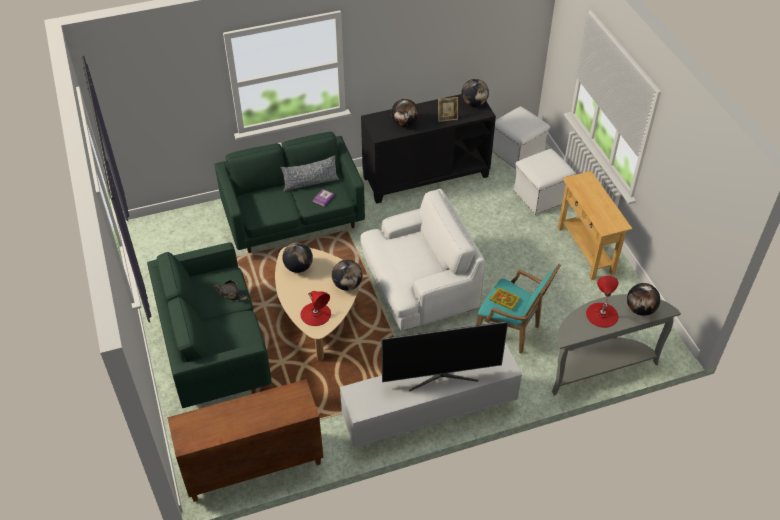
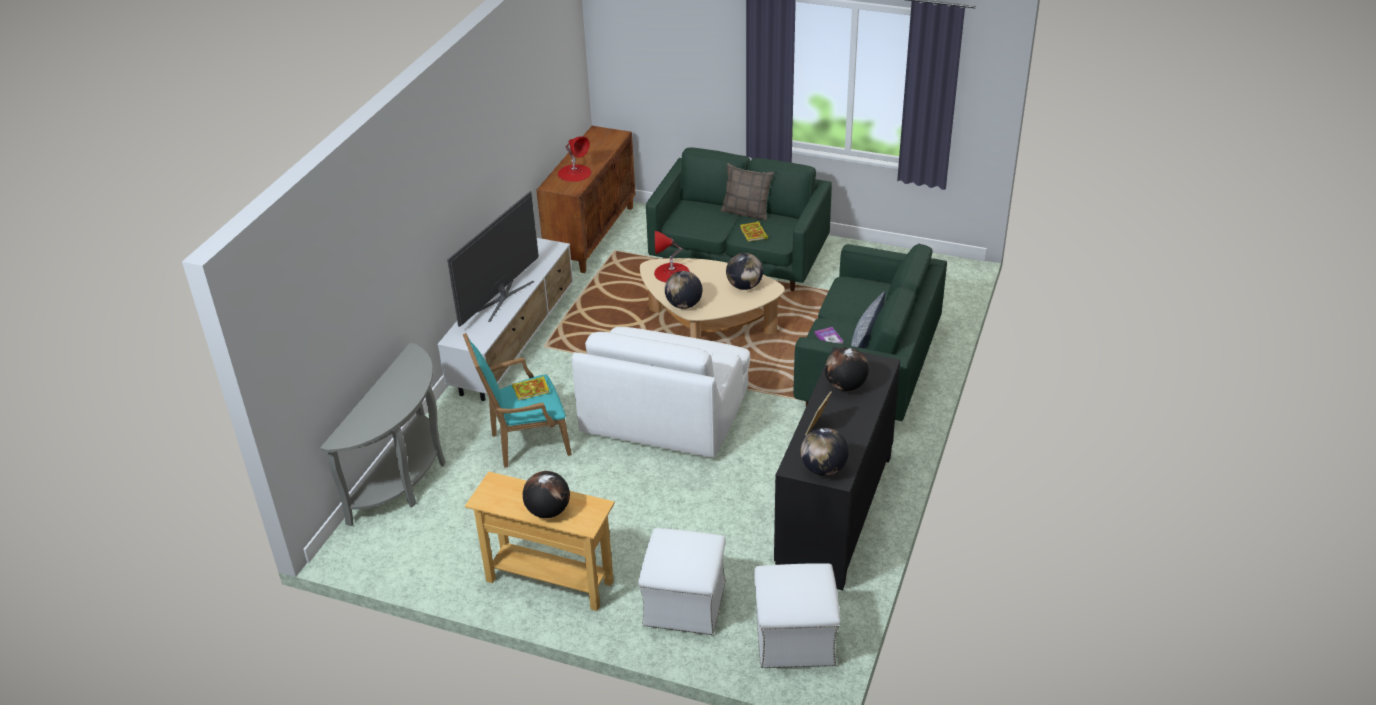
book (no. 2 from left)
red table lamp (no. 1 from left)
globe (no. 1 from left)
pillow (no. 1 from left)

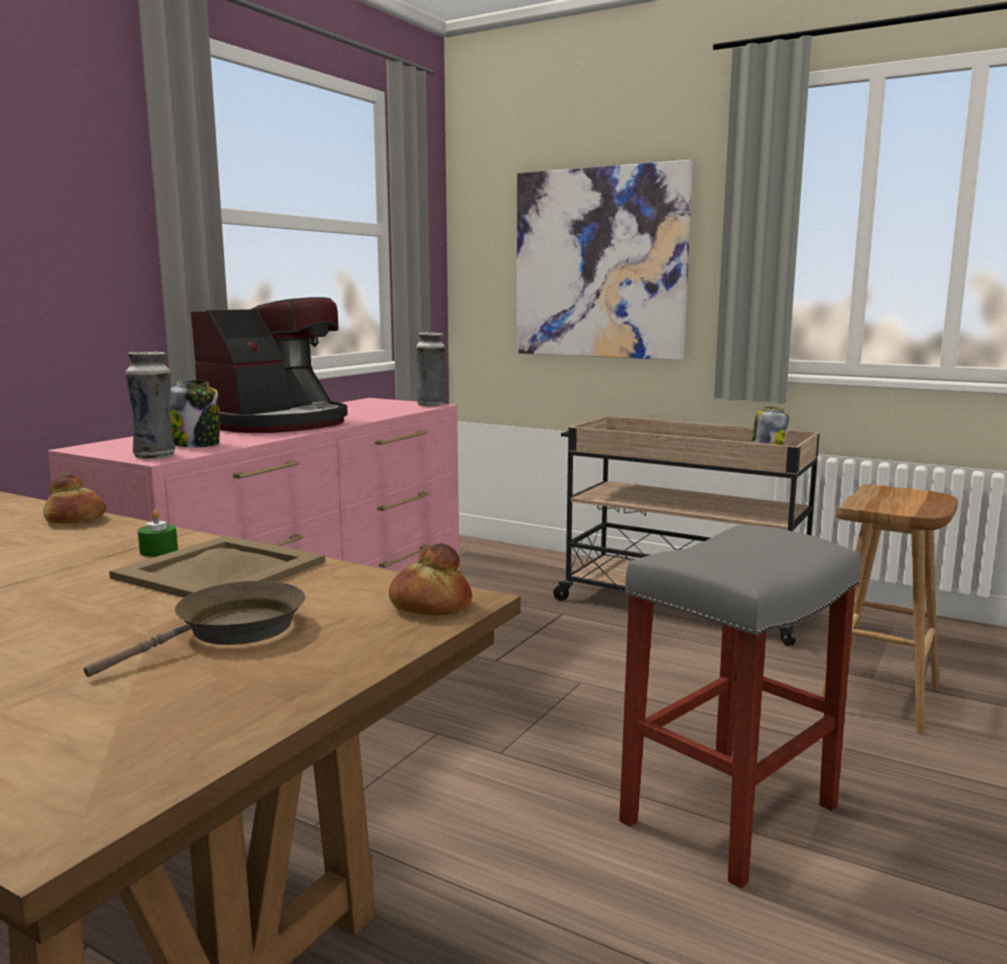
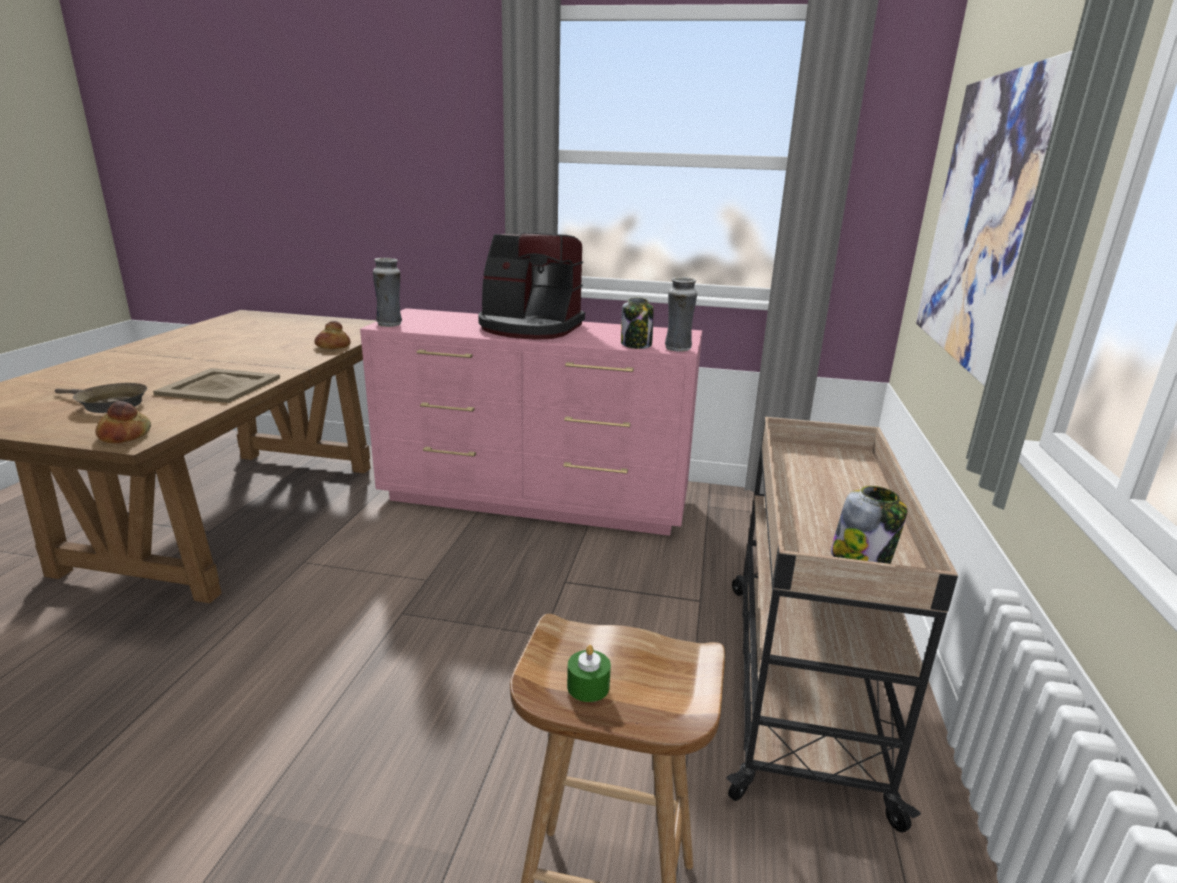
green candle
jar (no. 1 from left)
grey stool

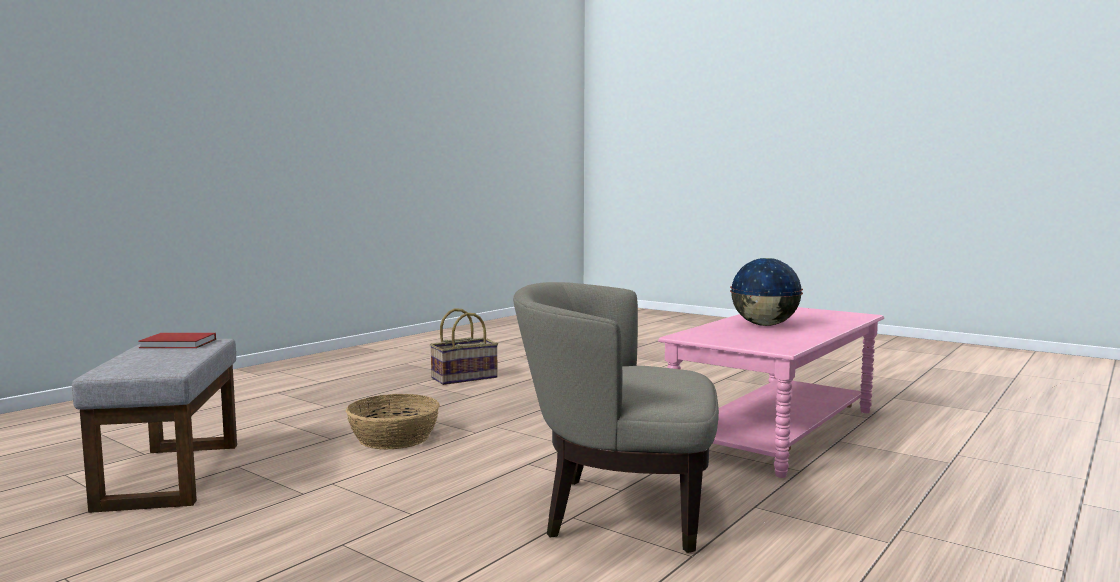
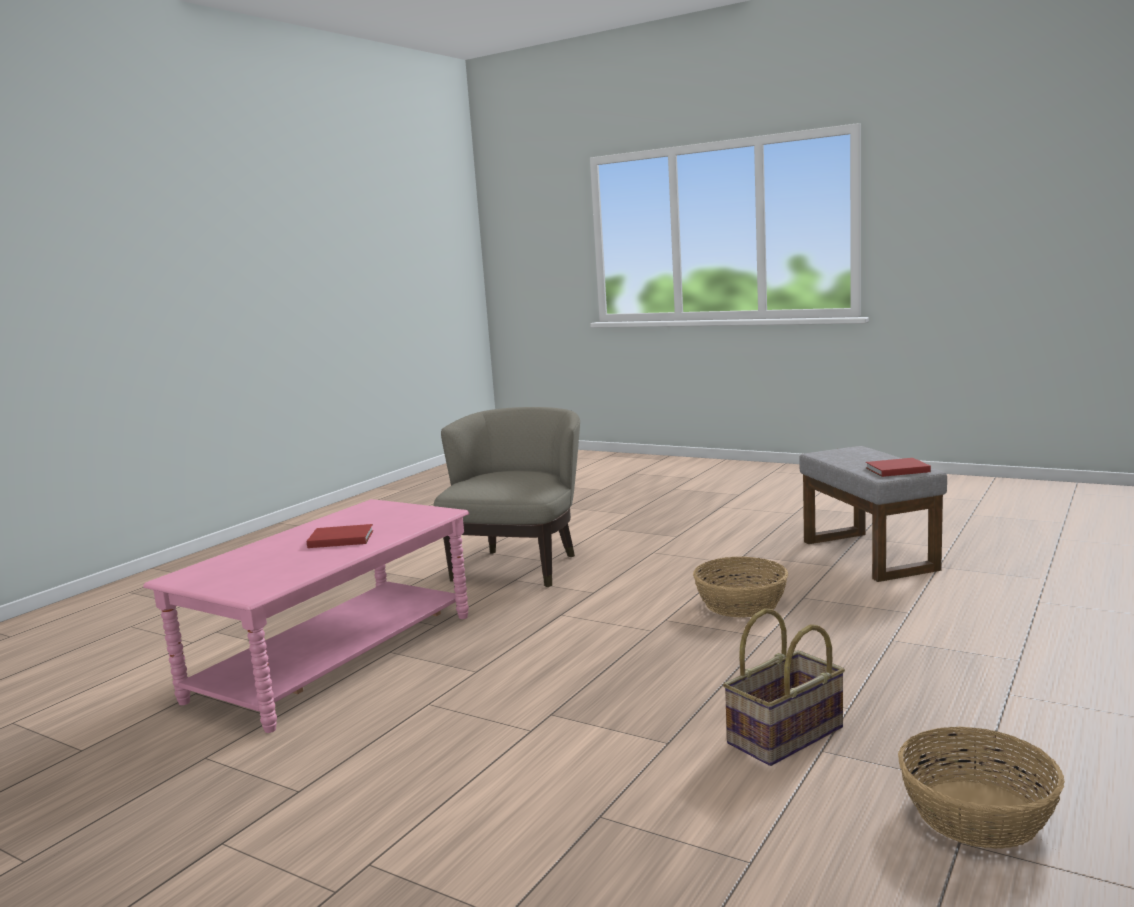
beige armchair
red book (no. 1 from left)
basket (no. 3 from left)

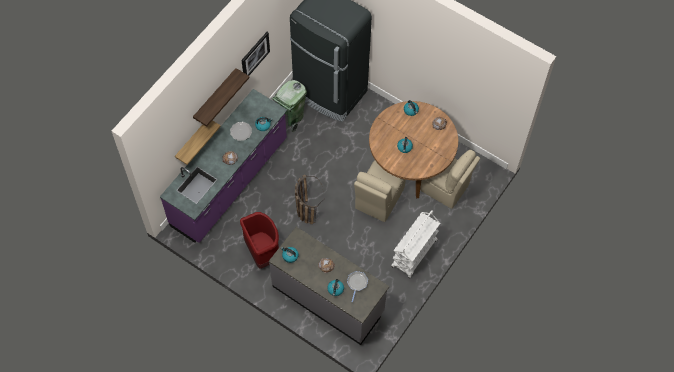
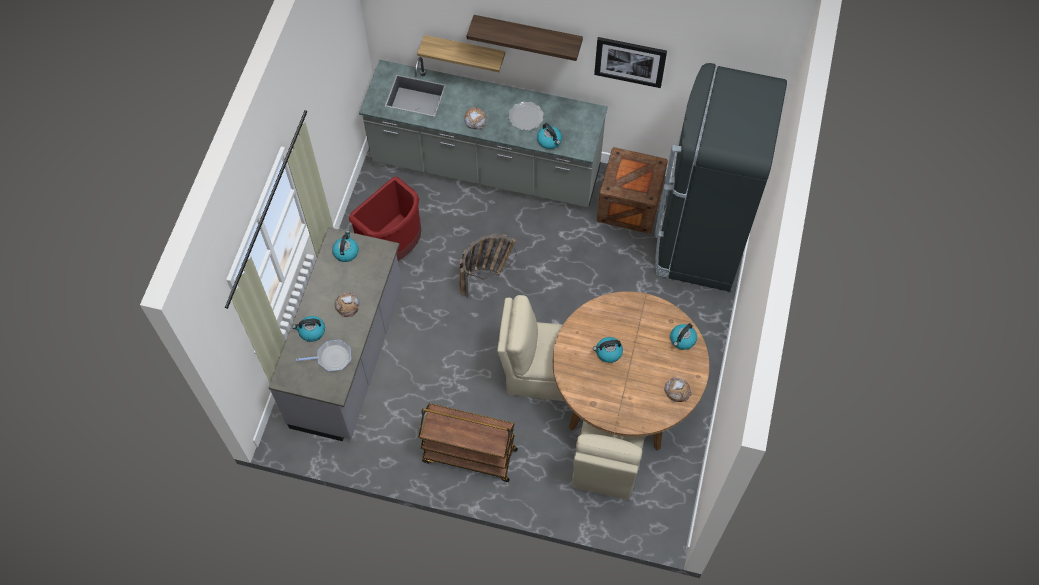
grey counter (no. 2 from left)
crate
brown cart

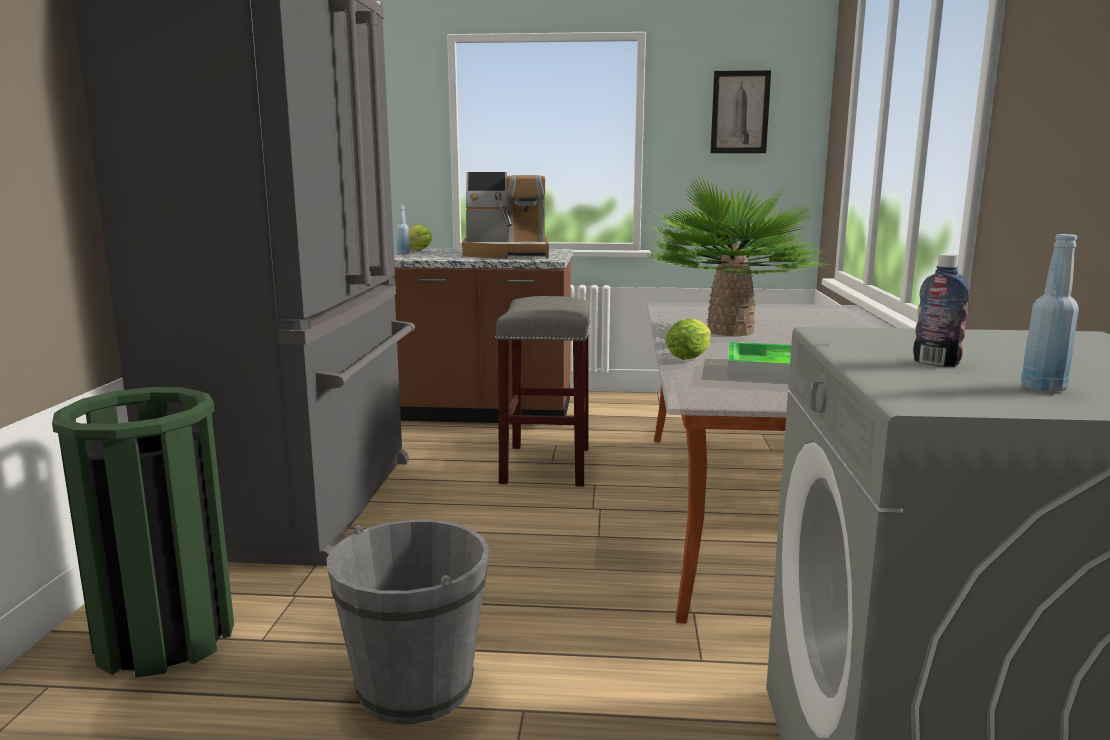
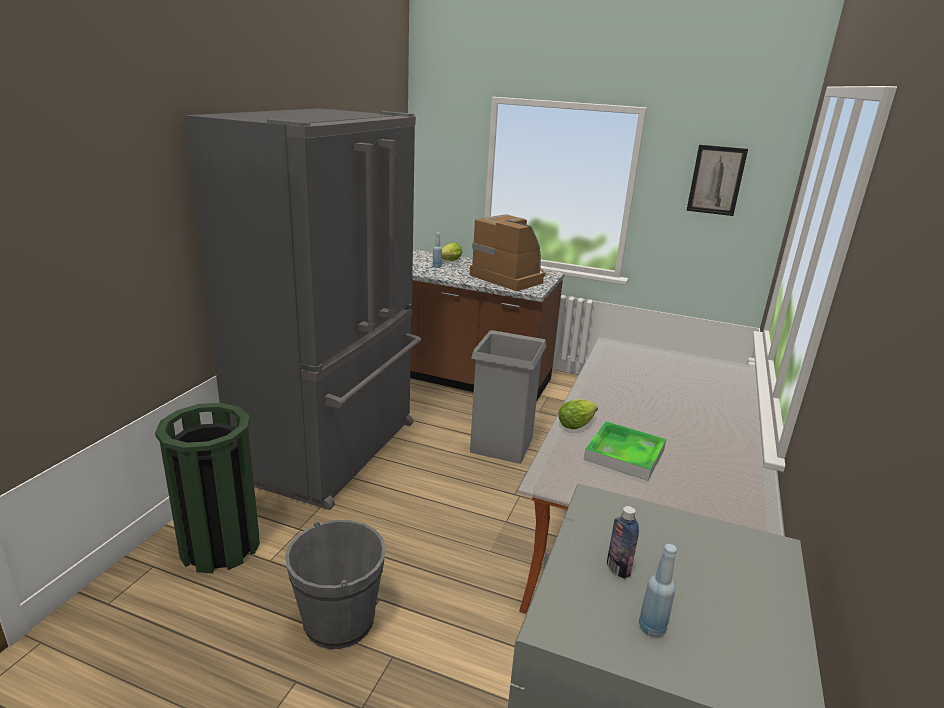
coffee machine
grey trash can
potted plant

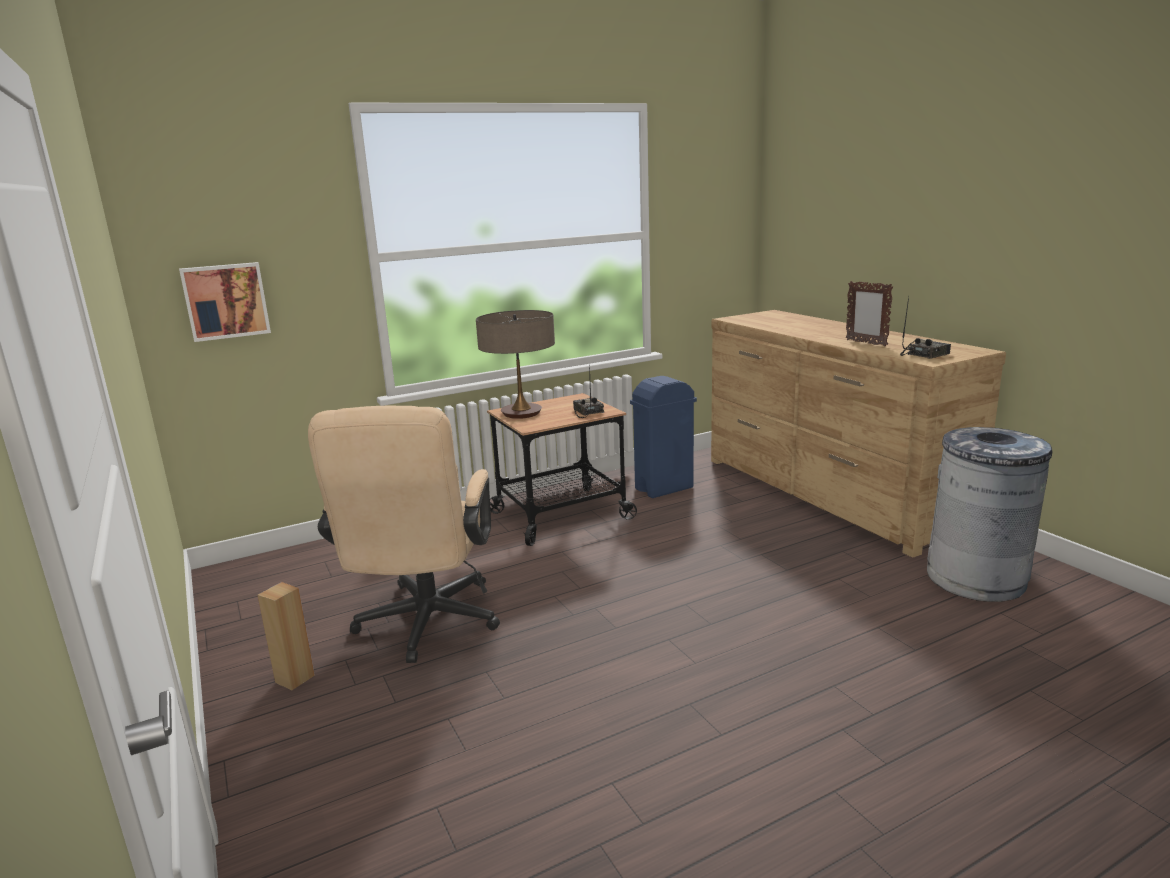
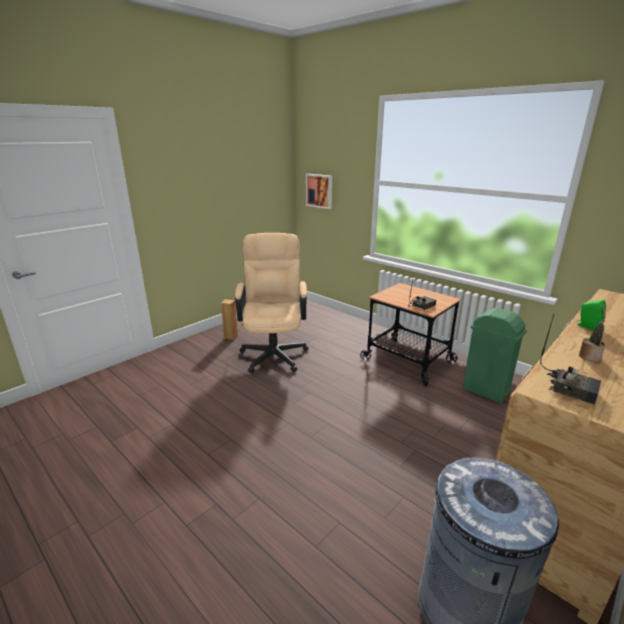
beige office chair
table lamp
green trash can
potted plant
green speaker

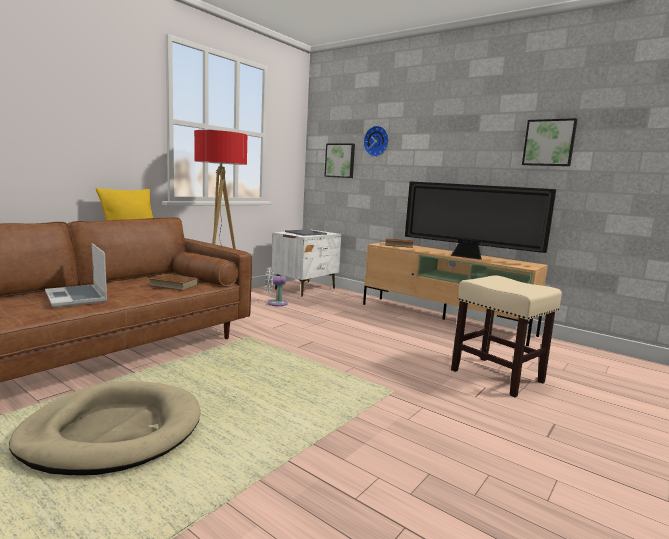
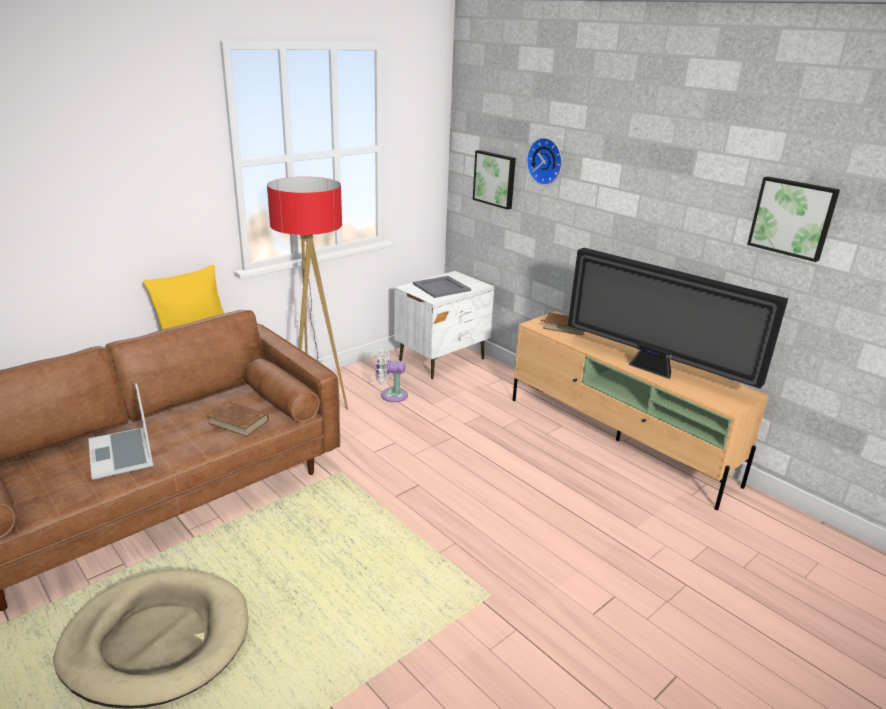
beige stool

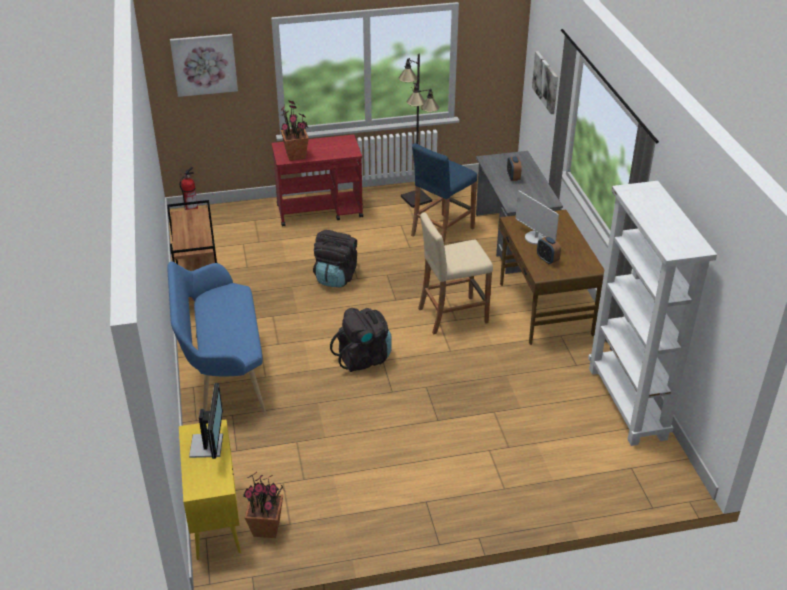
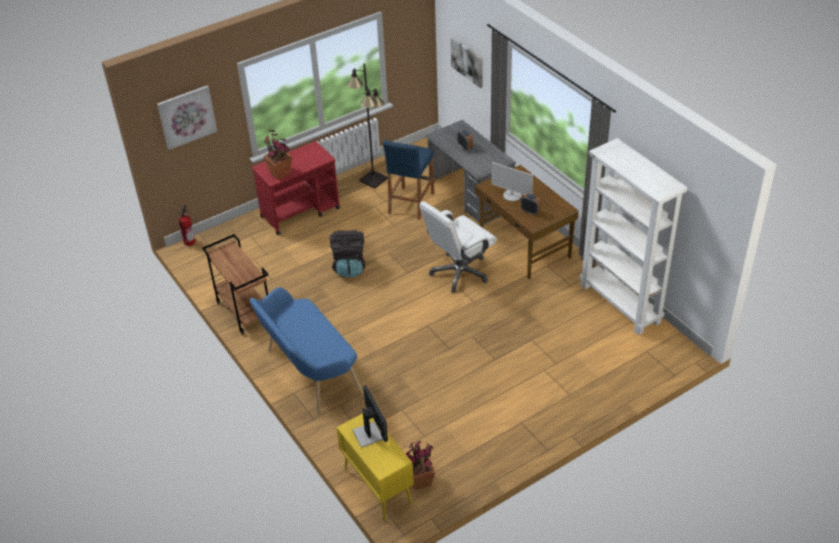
black backpack (no. 2 from left in the first image)
white office chair

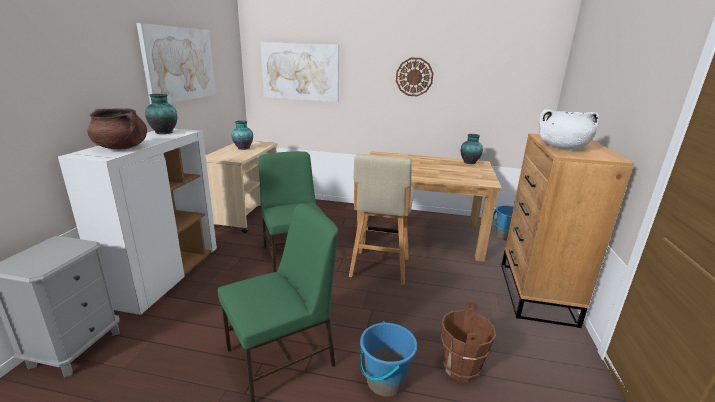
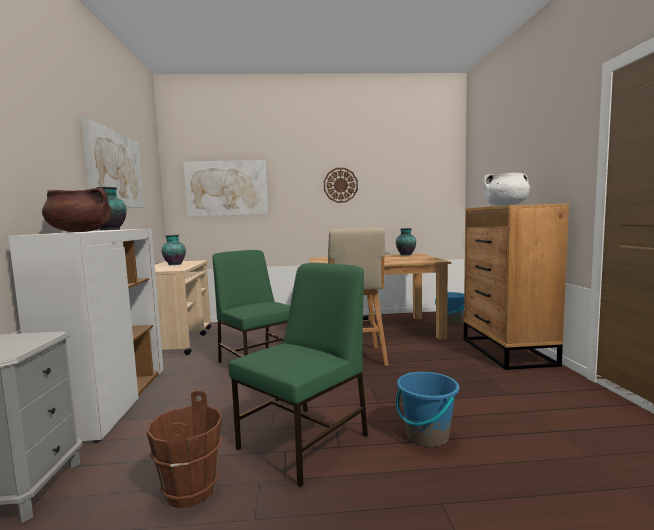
brown bucket

